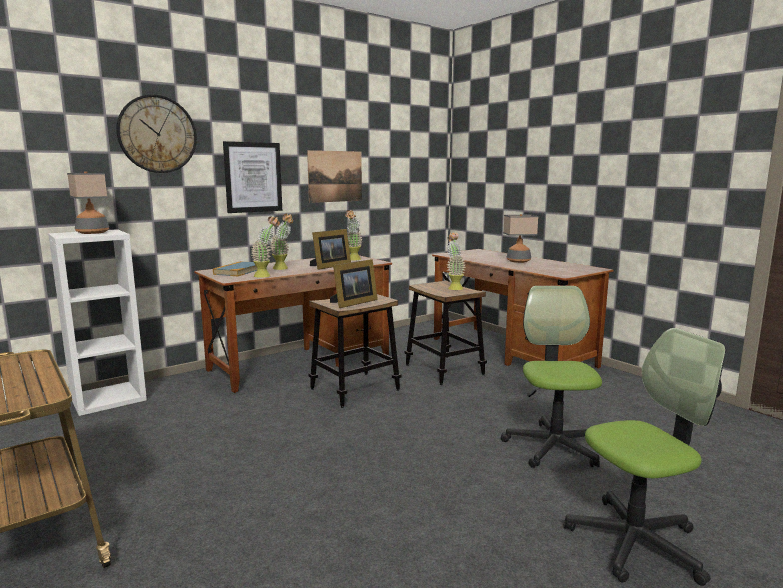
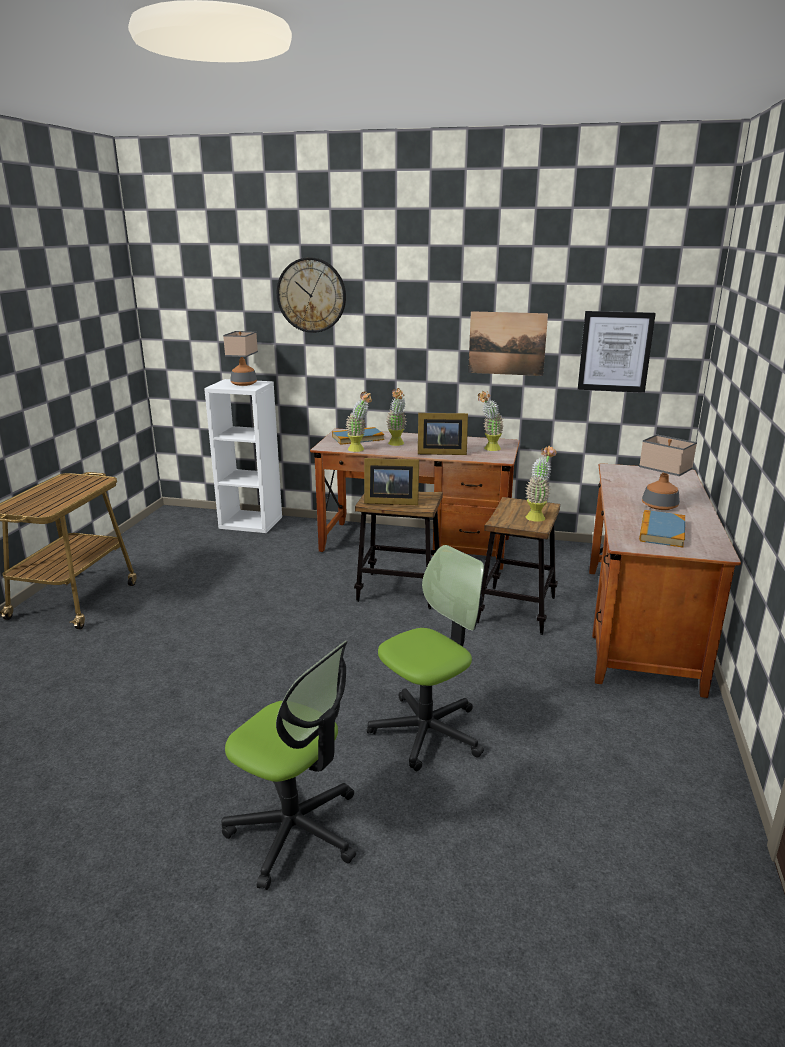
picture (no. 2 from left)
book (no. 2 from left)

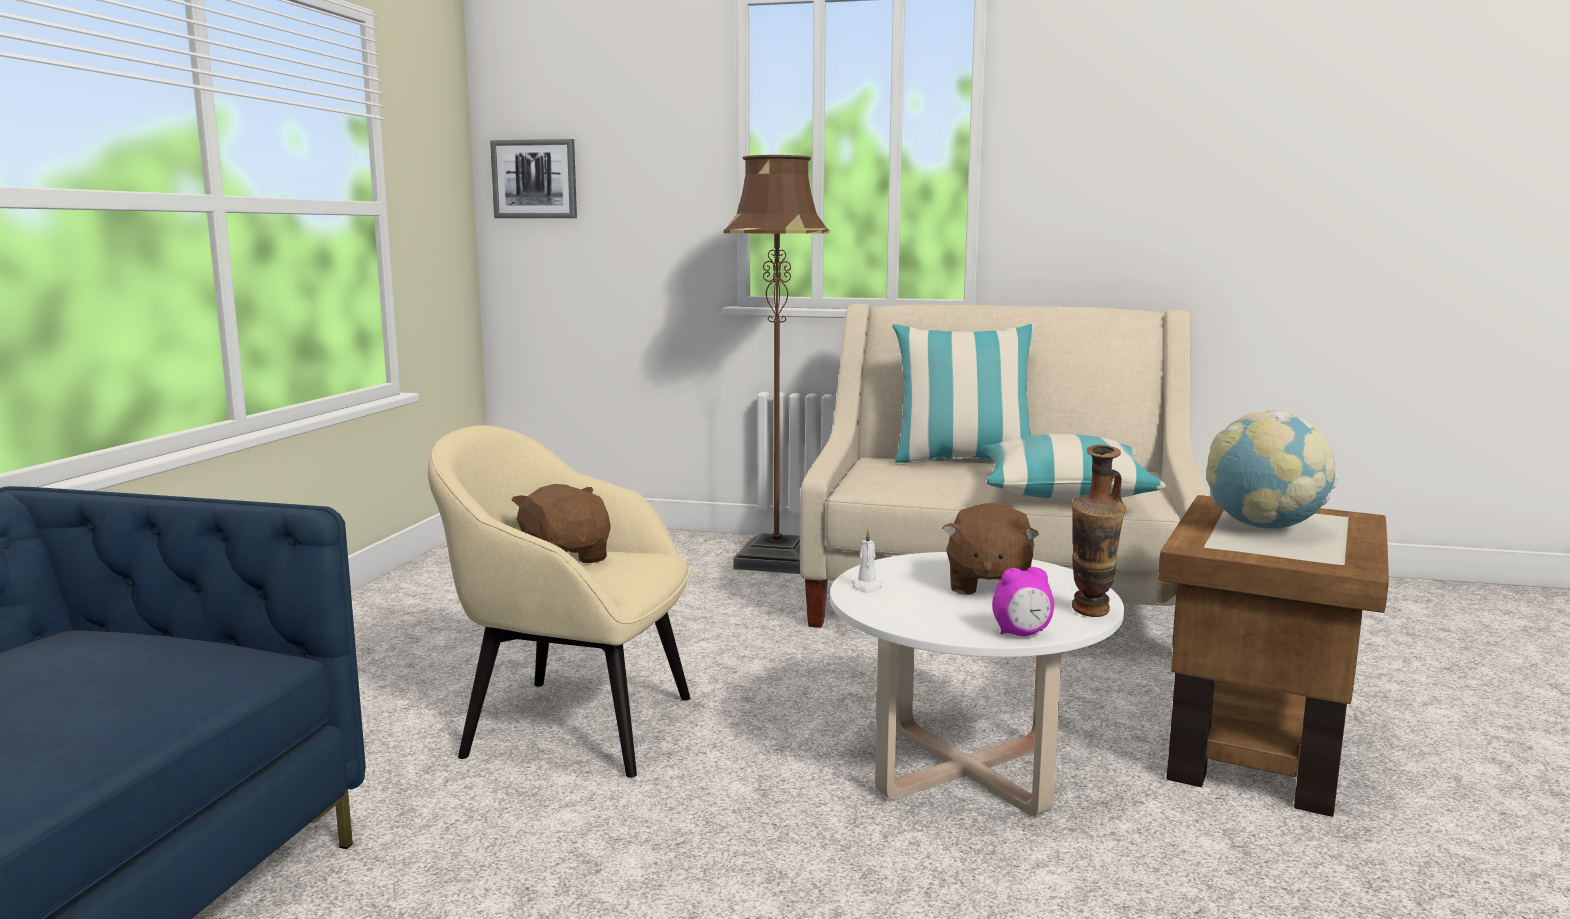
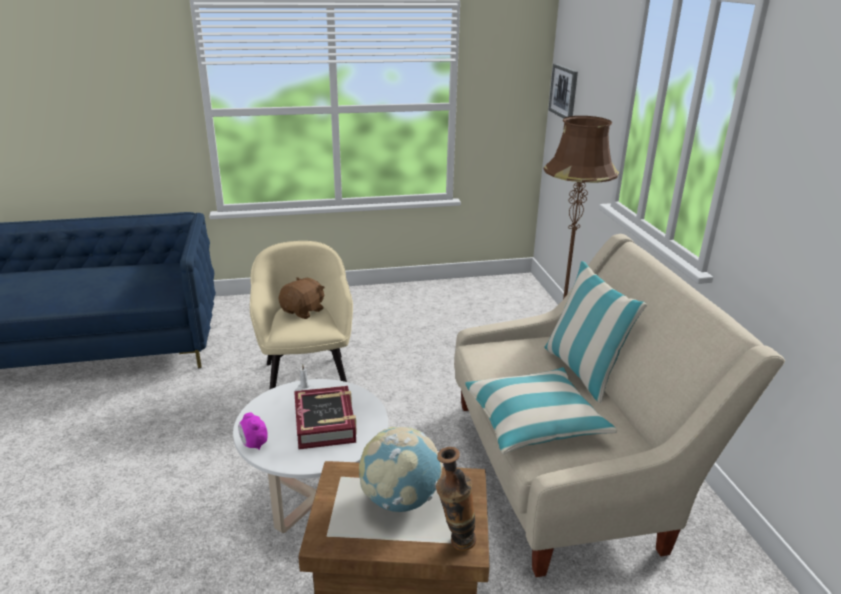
book
vase

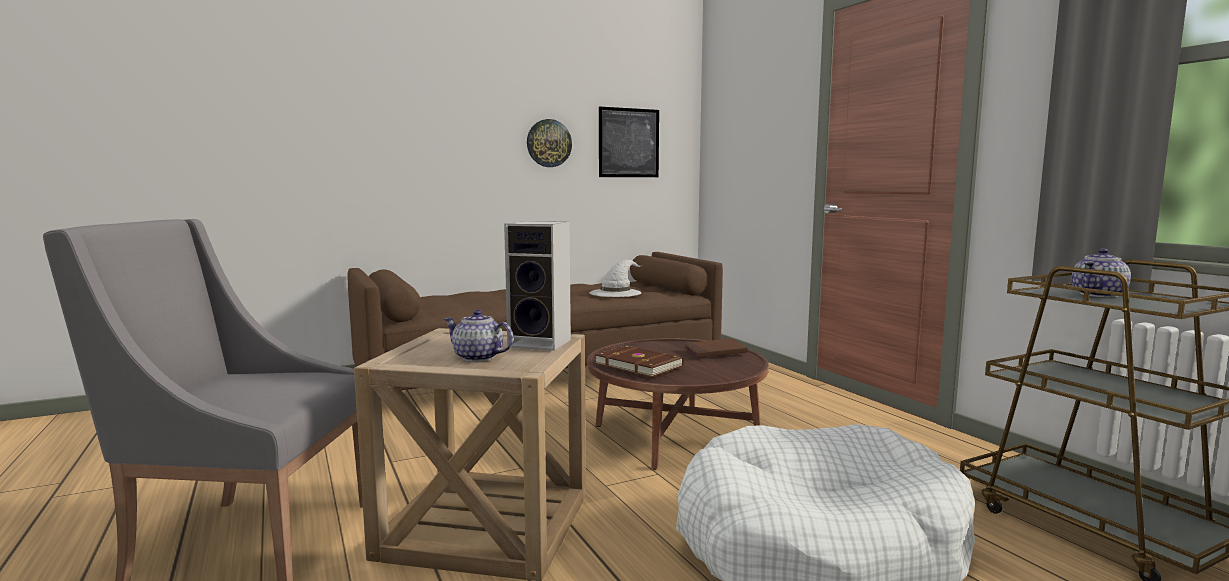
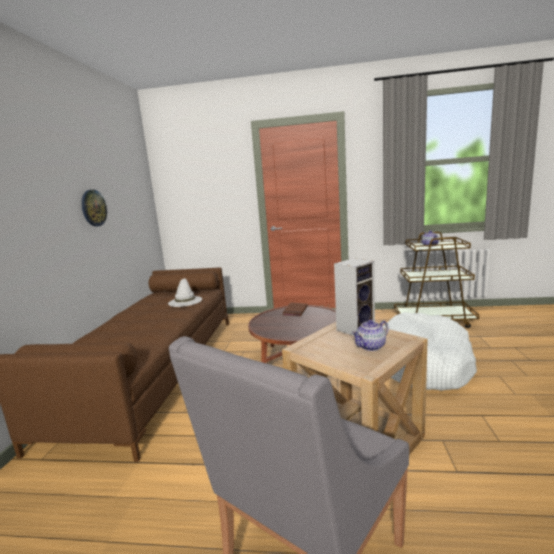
brown book (no. 1 from left in the first image)
picture

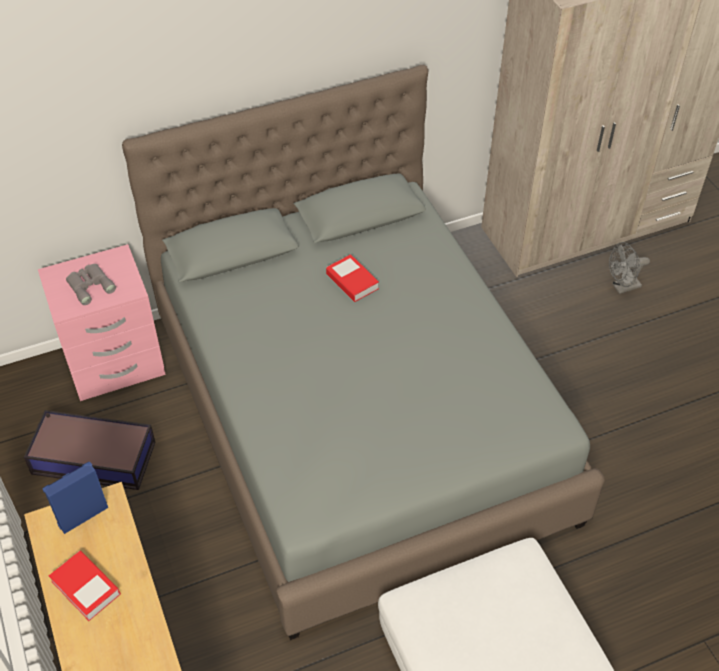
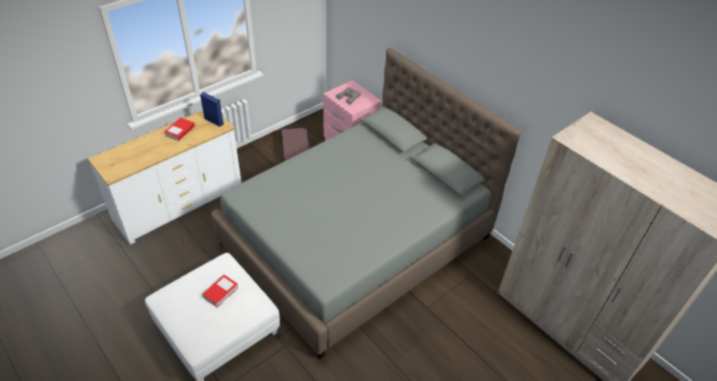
book (no. 2 from left)
grey fan

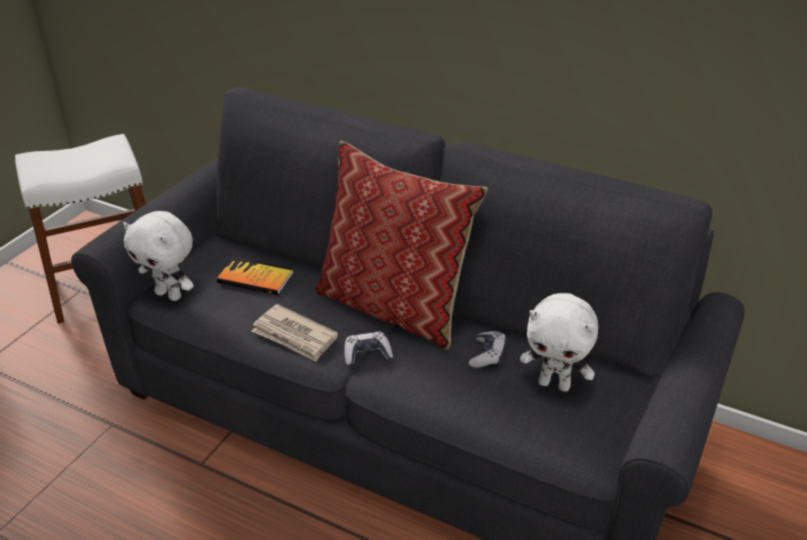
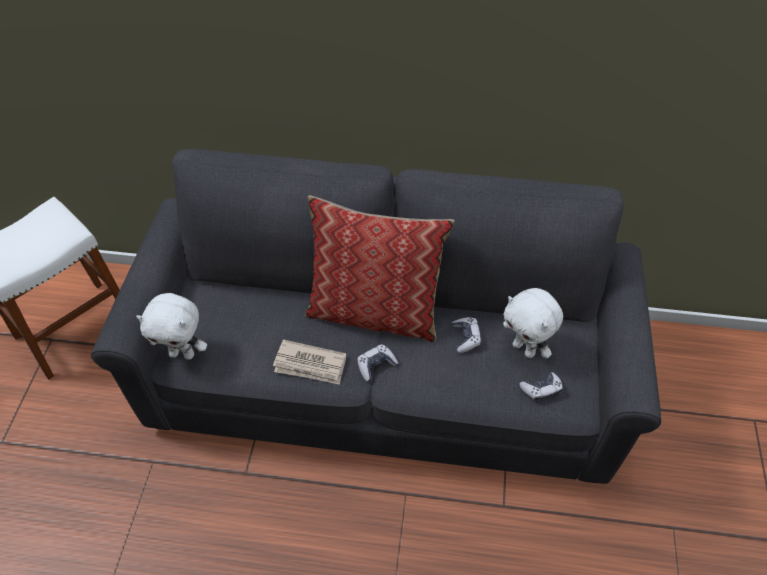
book
white plush toy (no. 2 from left)
game controller (no. 3 from left)

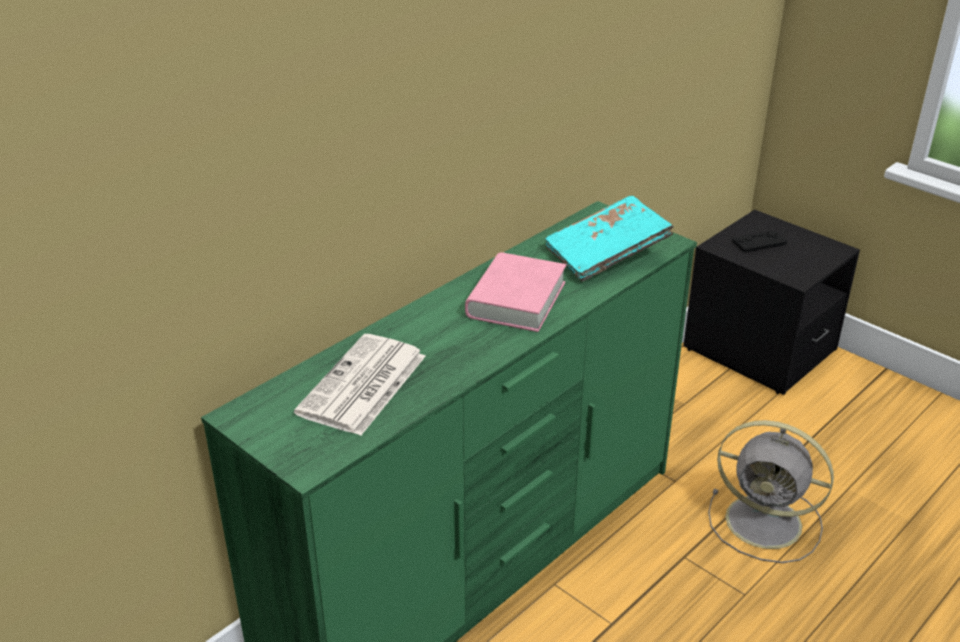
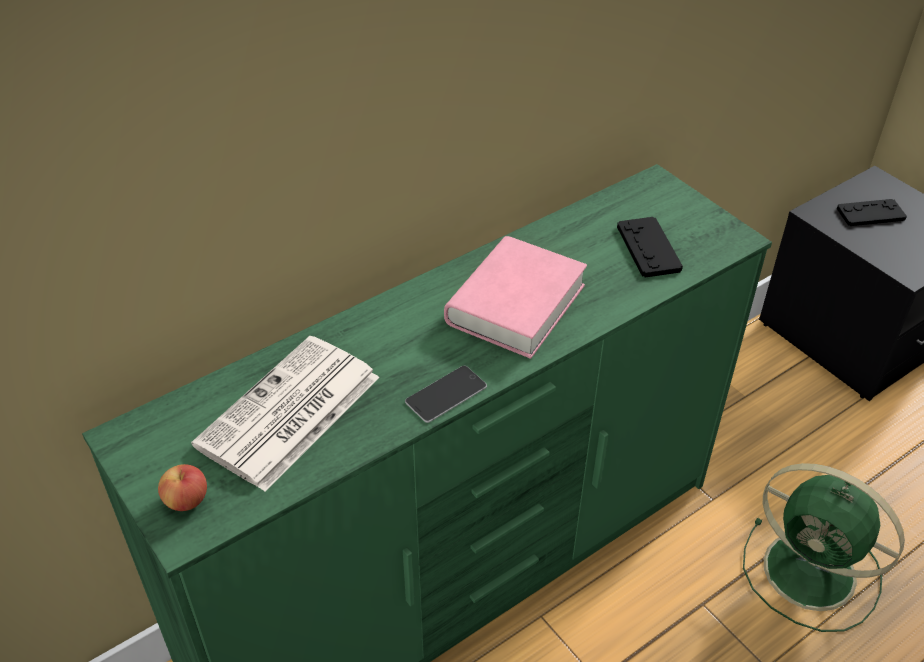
black game controller (no. 1 from left)
green fan
apple
phone

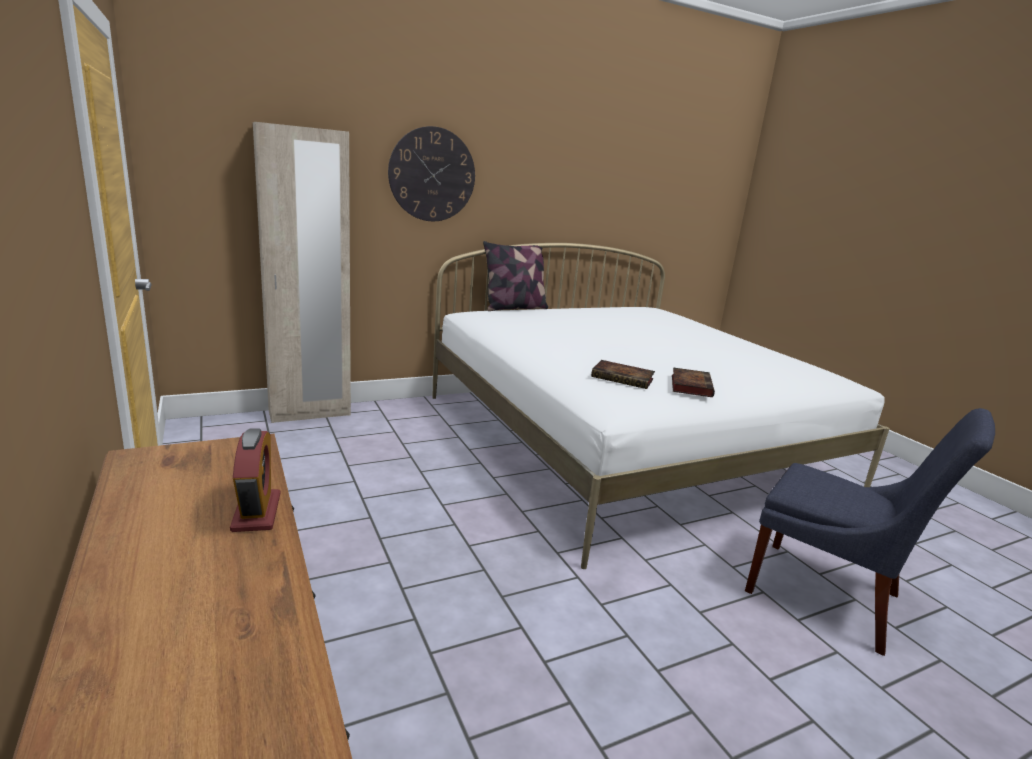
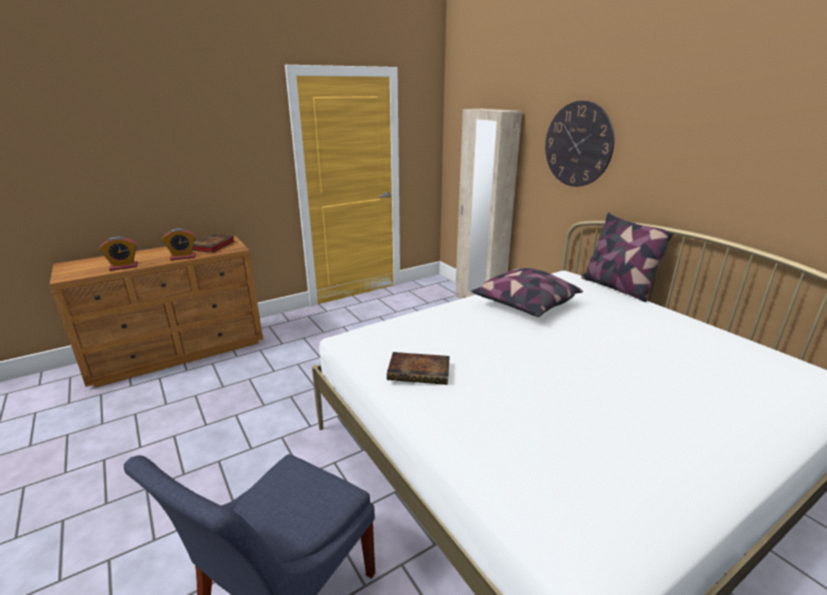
book (no. 1 from left)
alarm clock (no. 1 from left)
pillow (no. 1 from left)

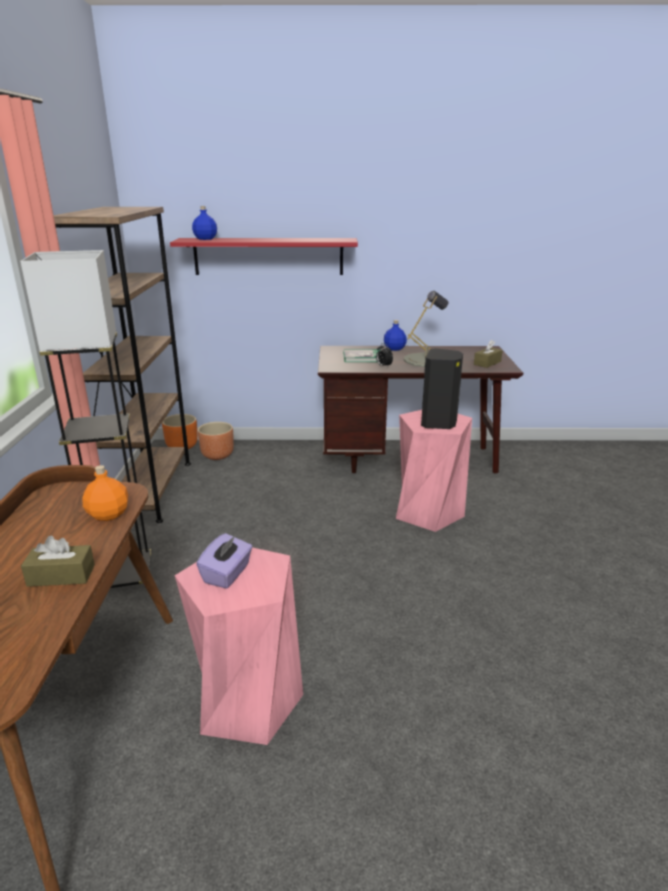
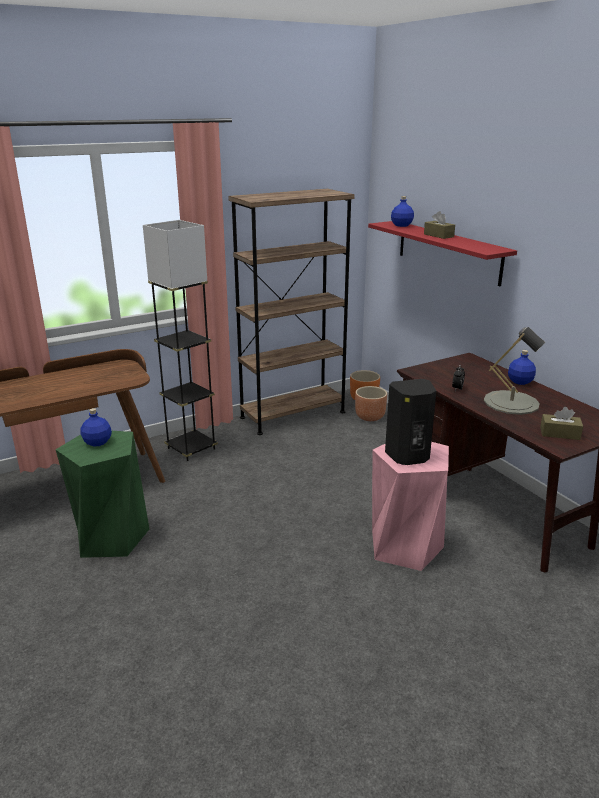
brown tissue box (no. 1 from left)
orange bottle
green stool
blue bottle (no. 1 from left)
book

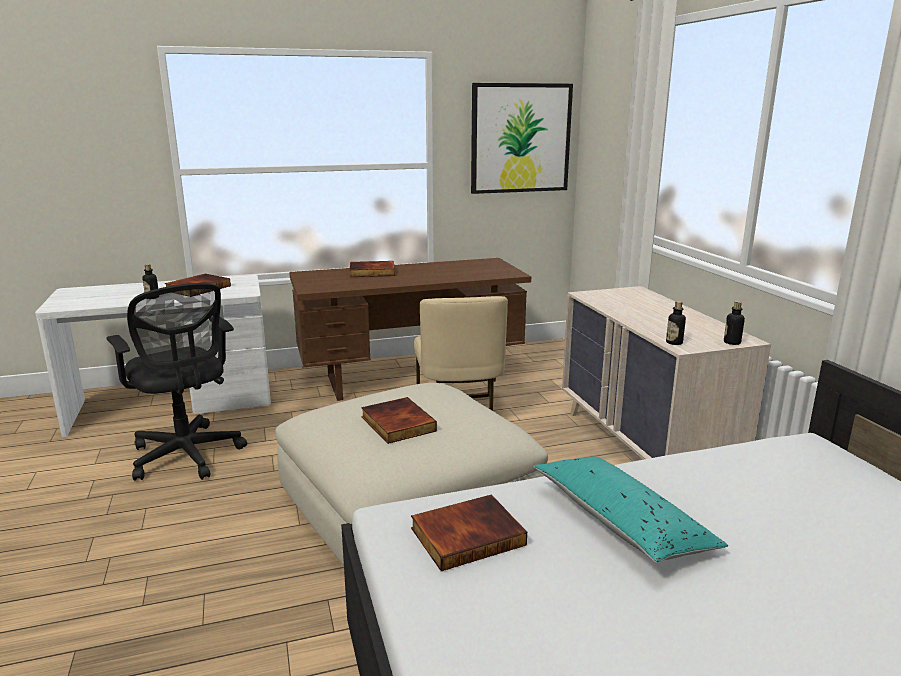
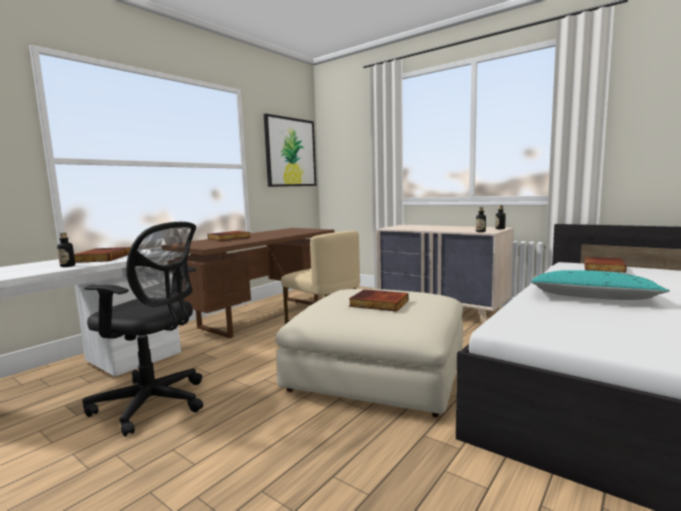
book (no. 4 from left)

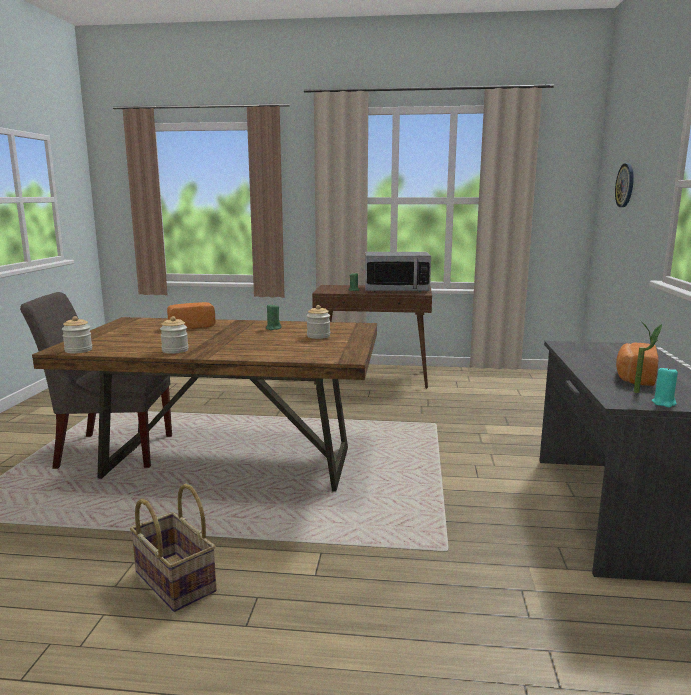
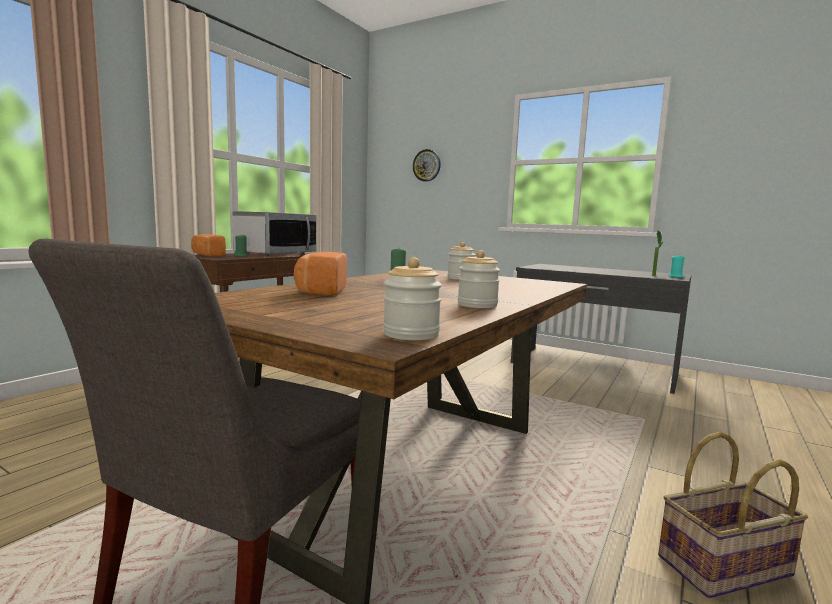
bread (no. 1 from left)

